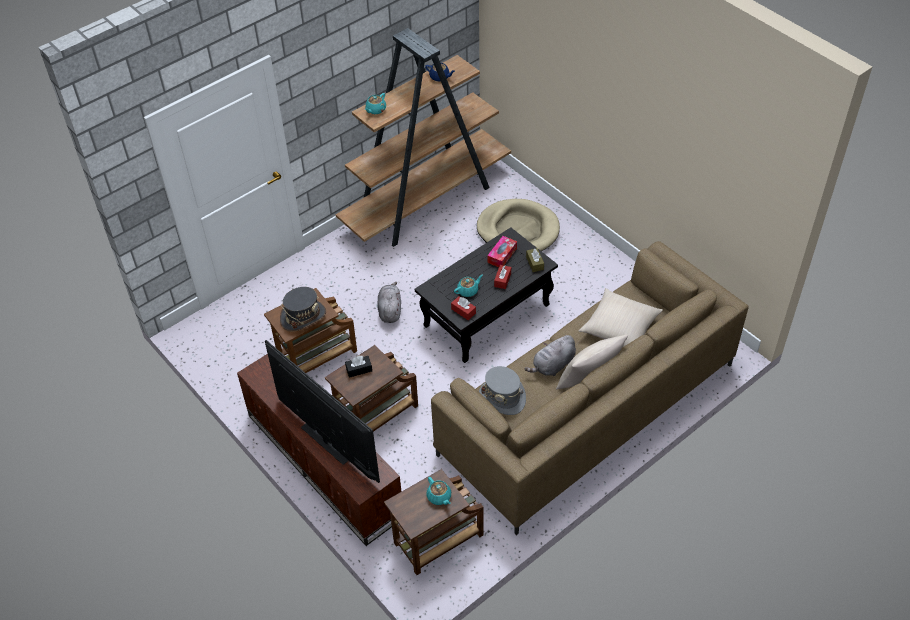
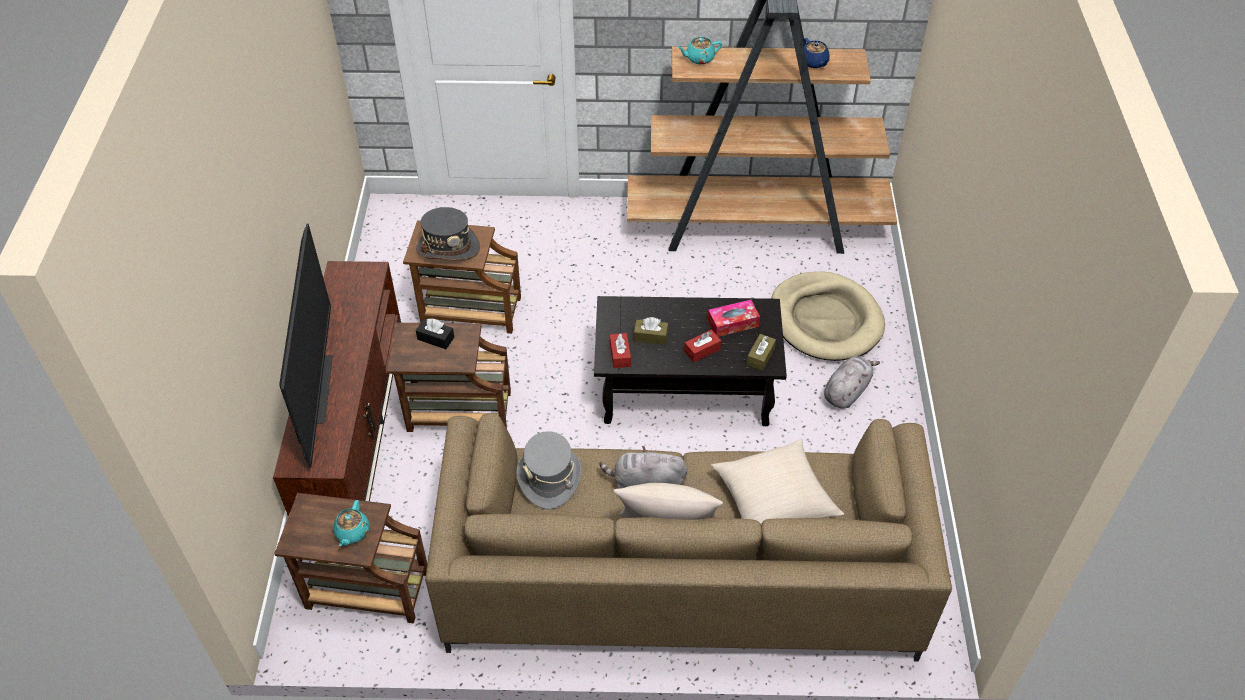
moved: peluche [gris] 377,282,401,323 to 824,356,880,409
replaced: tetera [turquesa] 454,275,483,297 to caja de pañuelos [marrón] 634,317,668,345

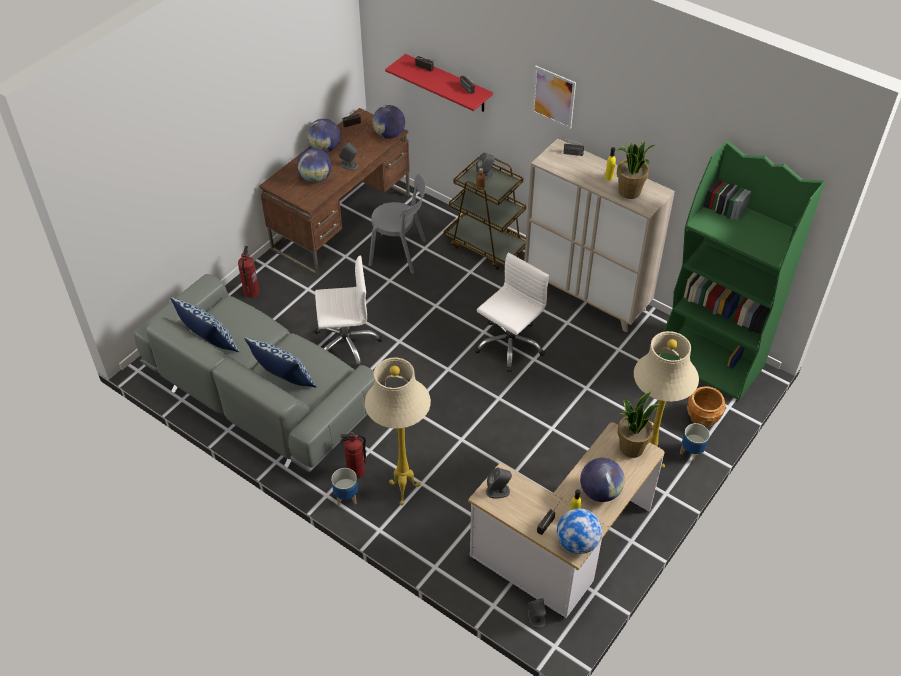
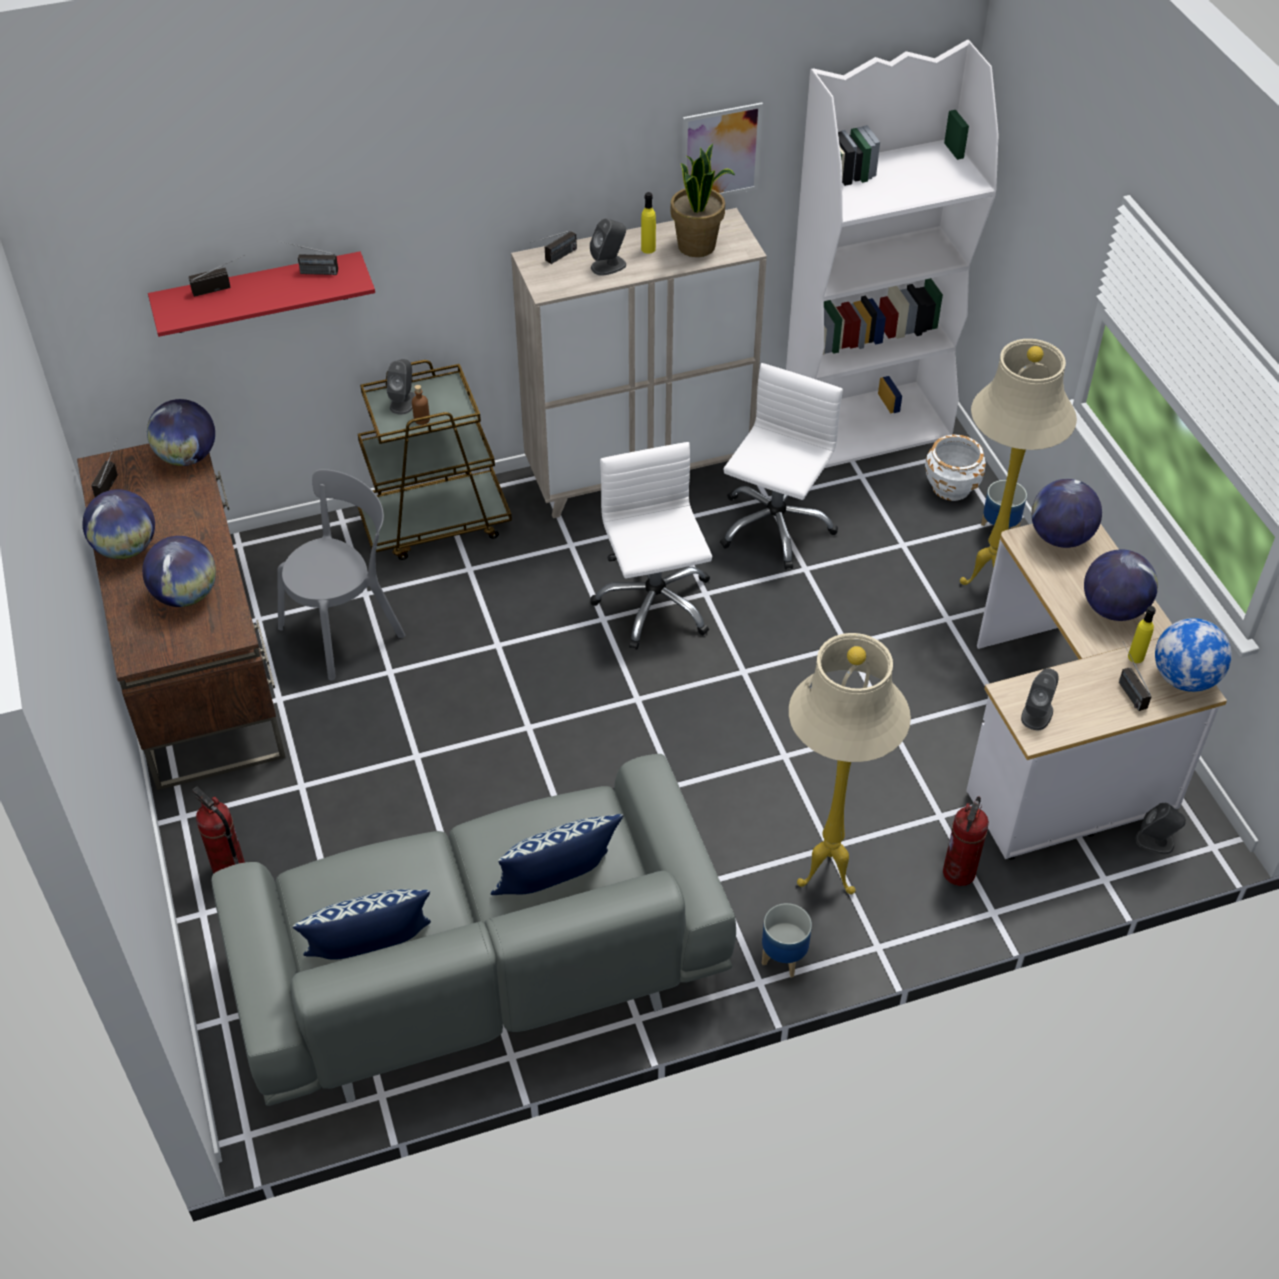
moved: cuadro 532,66,576,129 to 681,103,763,196; altavoz [gris] 339,142,359,170 to 590,218,626,276; silla de oficina [blanco] 314,256,383,367 to 720,363,843,570; extintor 340,432,367,479 to 943,797,989,886
replaced: planta en maceta 618,392,660,458 to globo terráqueo 1031,479,1102,548
recoloured: estantería [verde] 658,140,825,400 to estantería [blanco] 786,40,999,468; maceta [marrón] 687,386,726,427 to maceta [blanco] 925,435,986,501

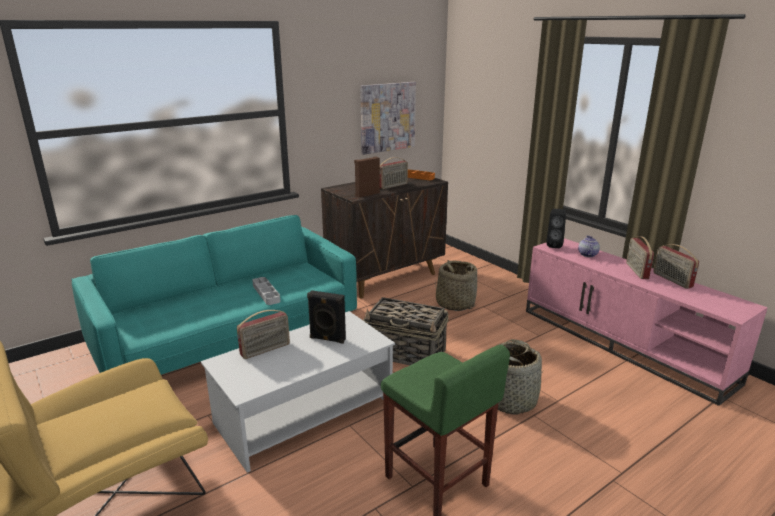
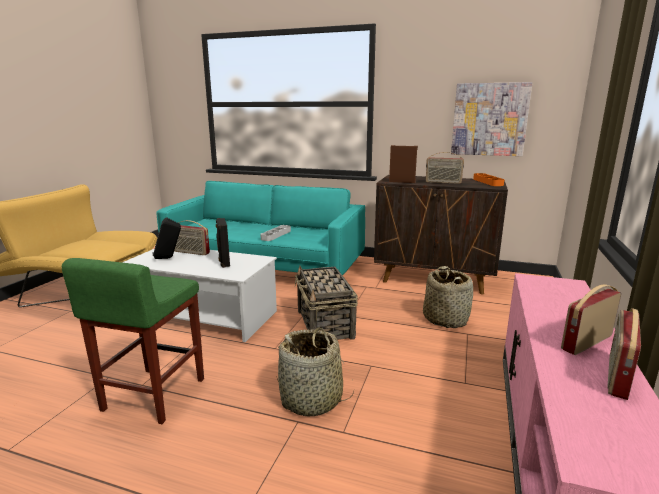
removed: tetera 578,236,600,257
moved: altavoz [negro] 546,209,566,248 to 153,217,181,259

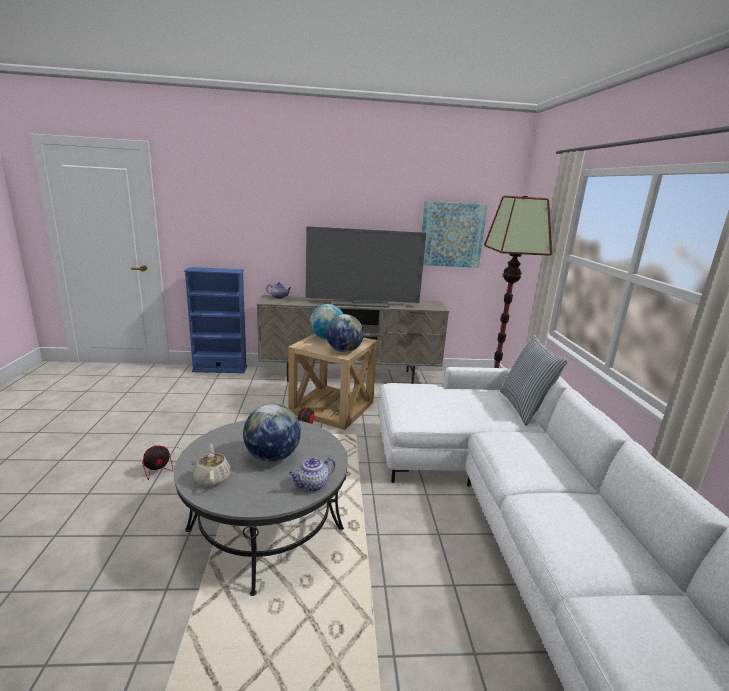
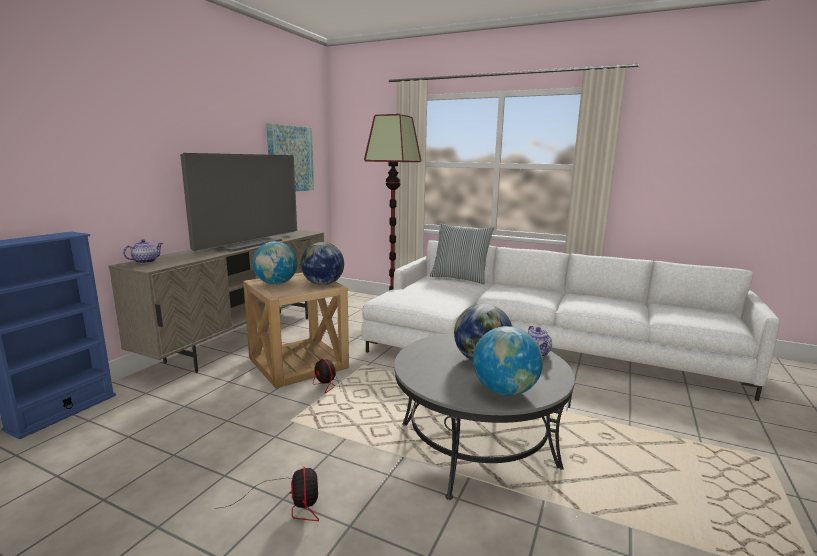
replaced: tetera [beis] 193,444,231,487 to globo terráqueo 473,326,543,396

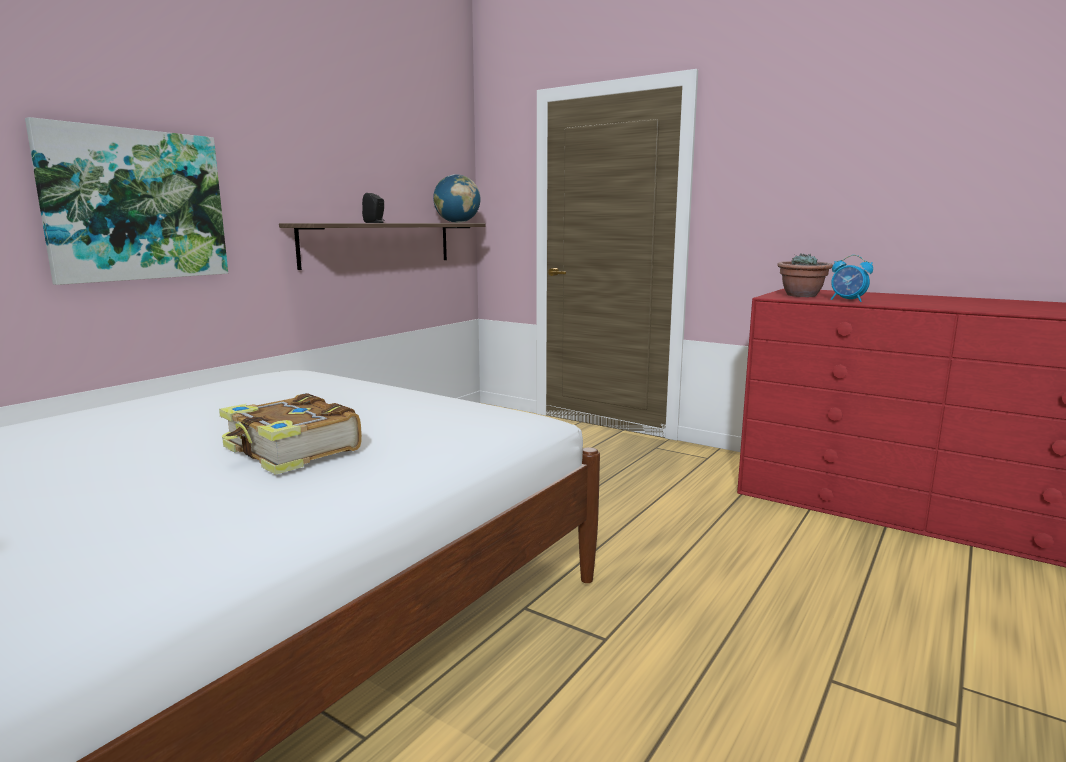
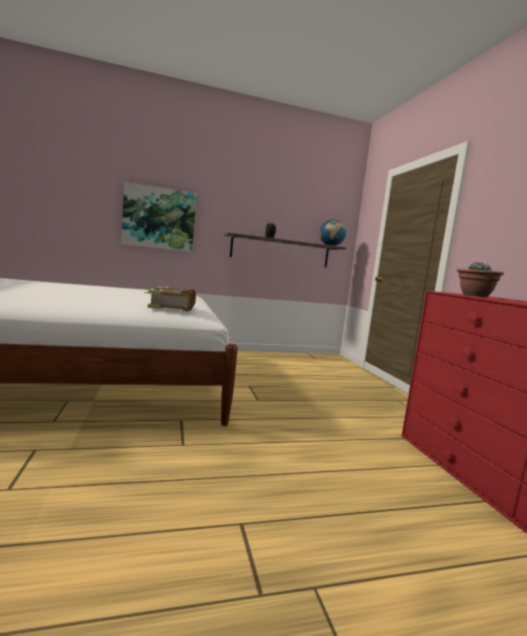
removed: despertador 831,255,873,302
moved: libro 219,393,362,475 to 144,286,196,311

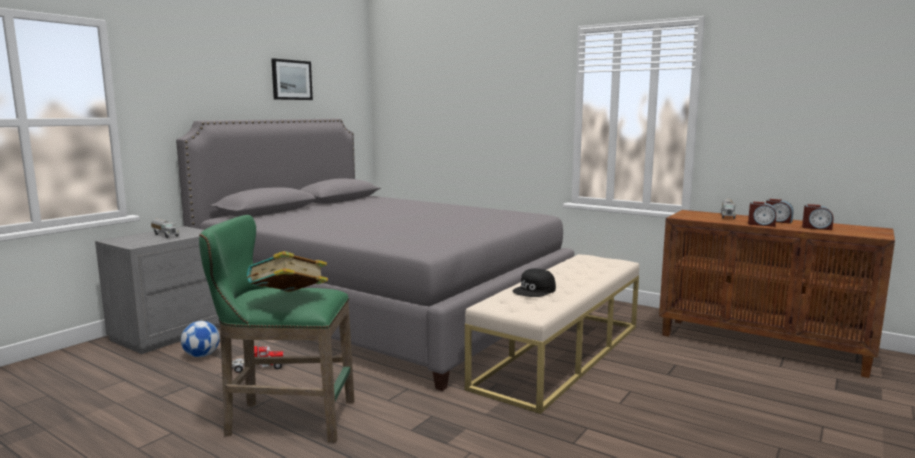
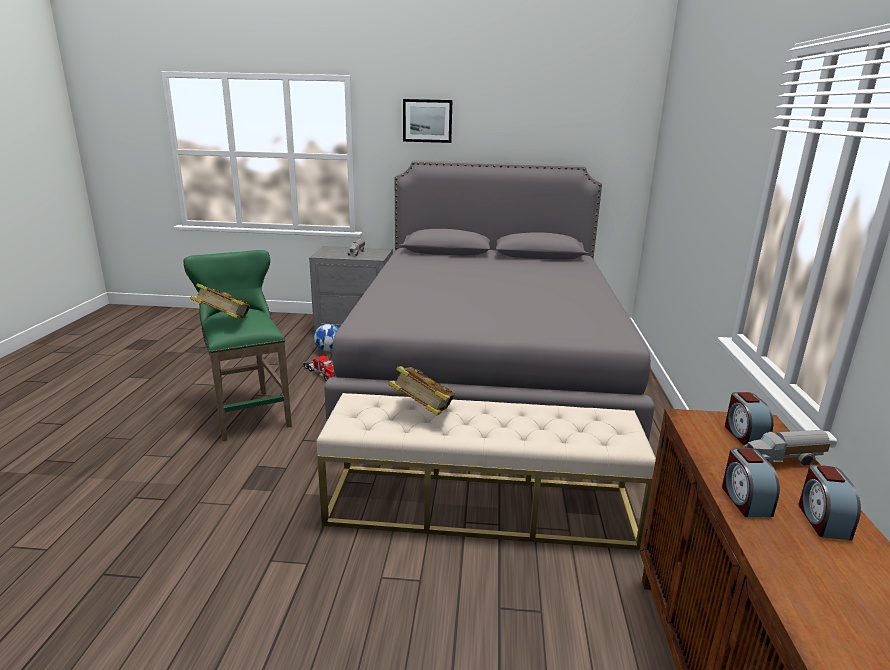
moved: cuadro 271,58,313,100 to 403,99,452,143; despertador 802,204,834,230 to 725,392,773,445
replaced: gorra [negro] 513,268,556,297 to libro 388,366,455,416

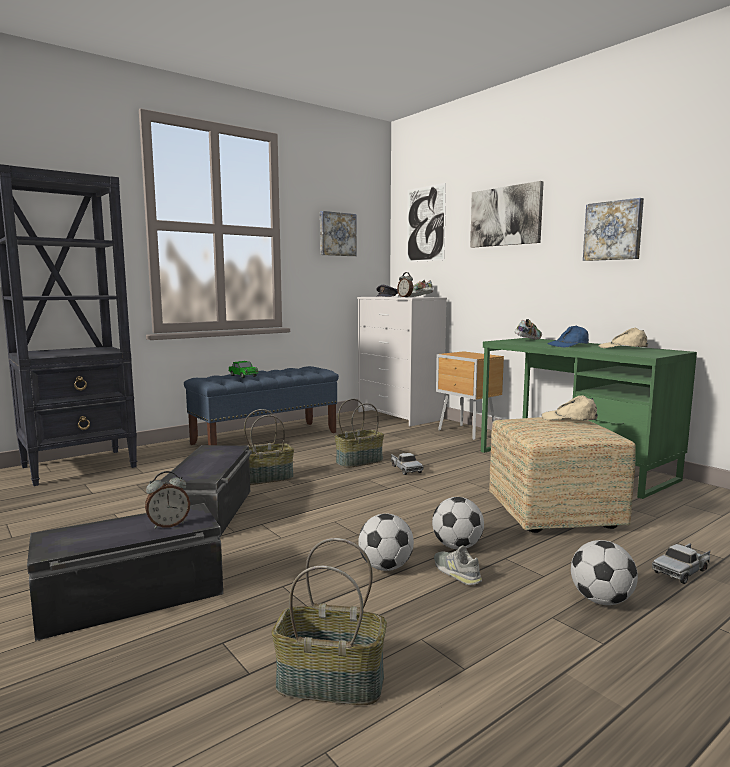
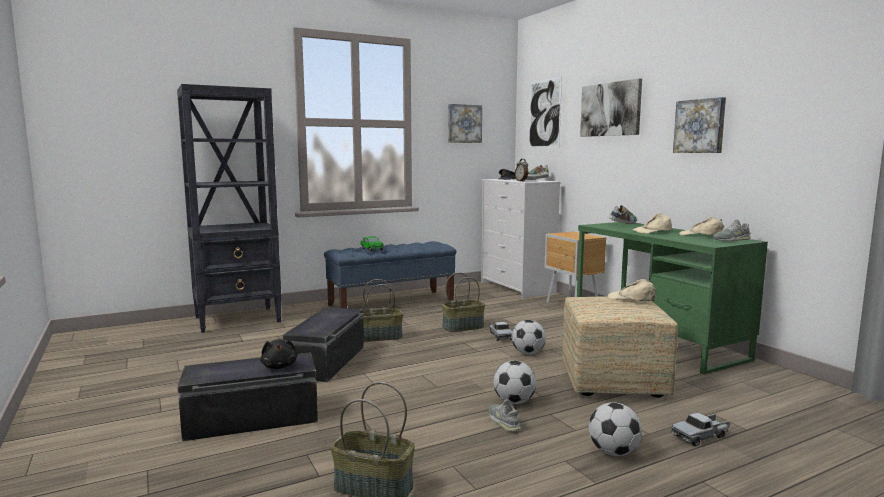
added: zapato [gris] 712,219,751,241
moved: balón de fútbol 358,513,414,571 to 511,320,546,355
replaced: despertador 145,471,190,529 to peluche [negro] 260,339,298,369
recoloured: gorra [azul] 548,326,589,347 to gorra [beis] 633,213,672,234

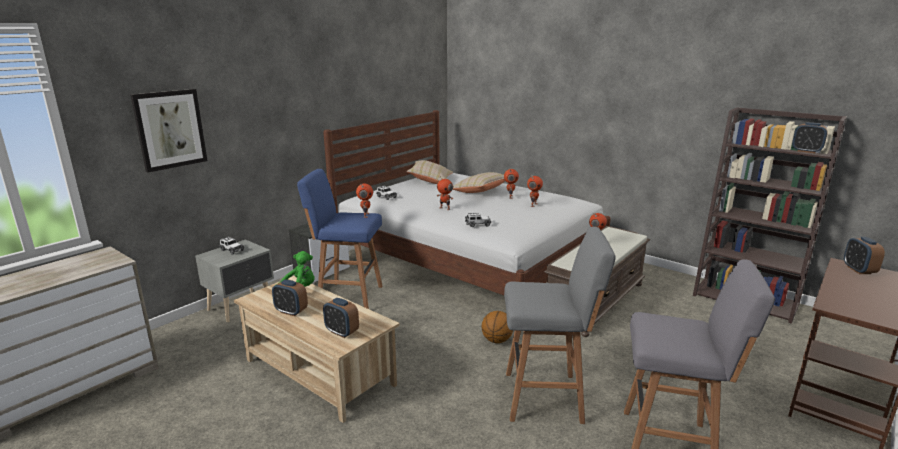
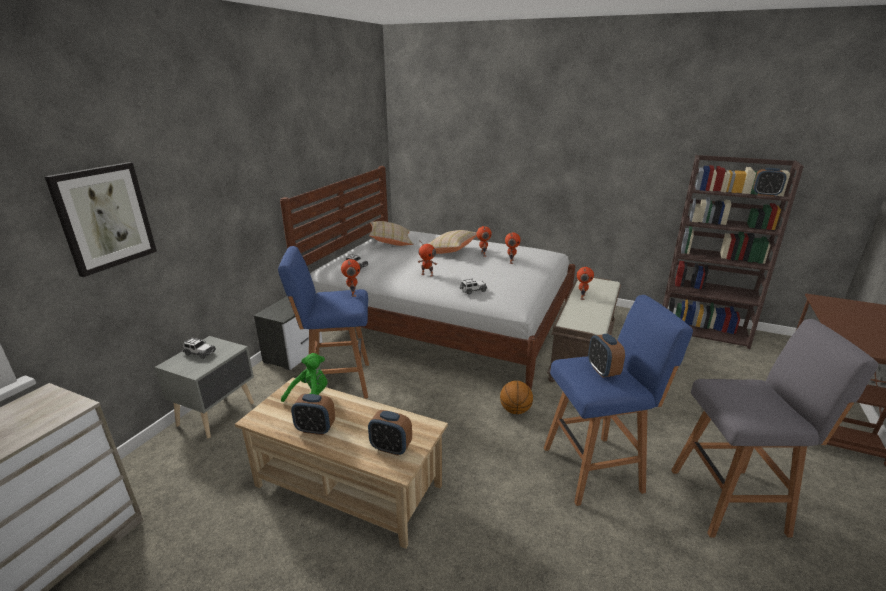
moved: despertador 844,237,885,274 to 588,333,625,378
recoloured: taburete [gris] 504,227,616,424 to taburete [azul] 544,295,693,506

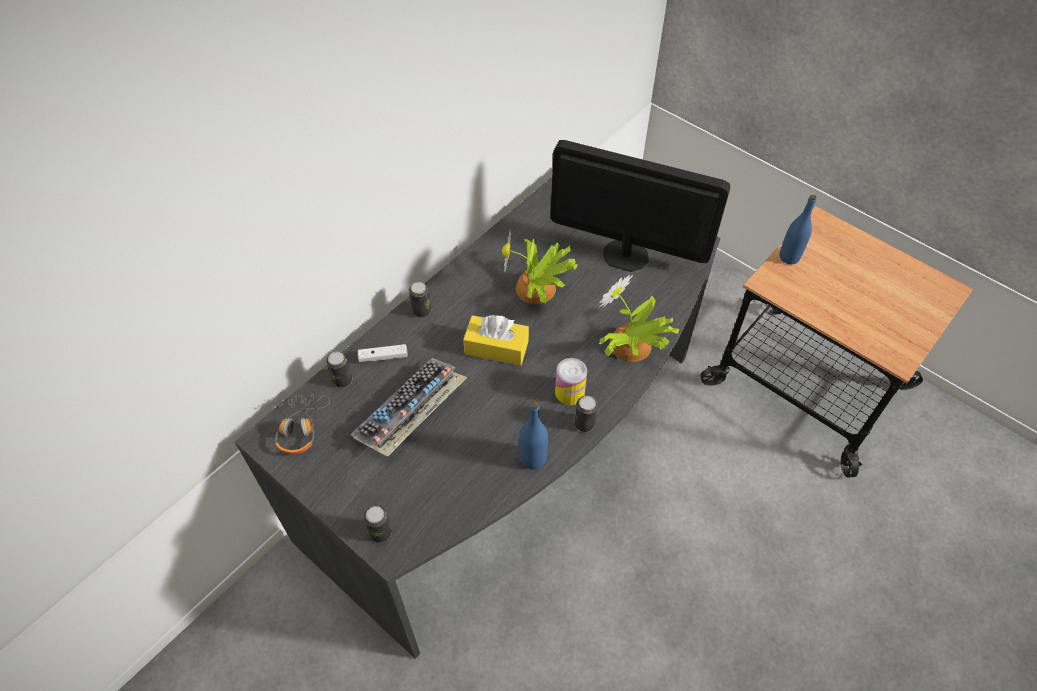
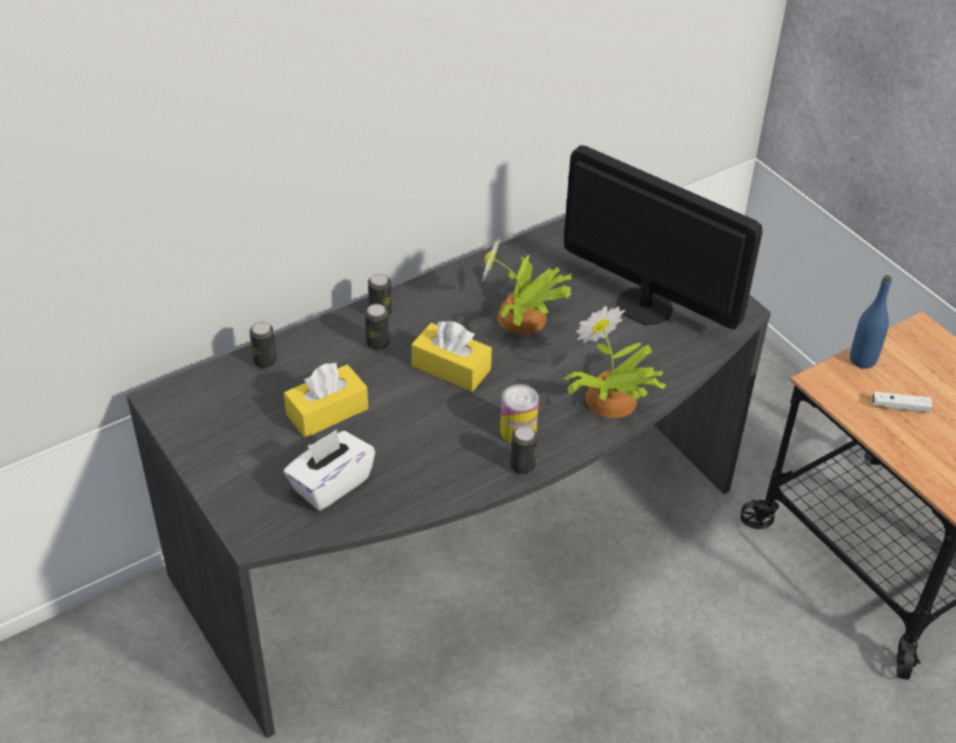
removed: auriculares 272,394,330,454; botella [azul] 519,401,548,470
added: caja de pañuelos [blanco] 284,429,375,511
moved: mando de consola [blanco] 358,344,408,362 to 873,391,932,413; lata 364,505,392,542 to 365,304,389,350
replaced: teclado 351,358,467,457 to caja de pañuelos [amarillo] 284,363,368,438

